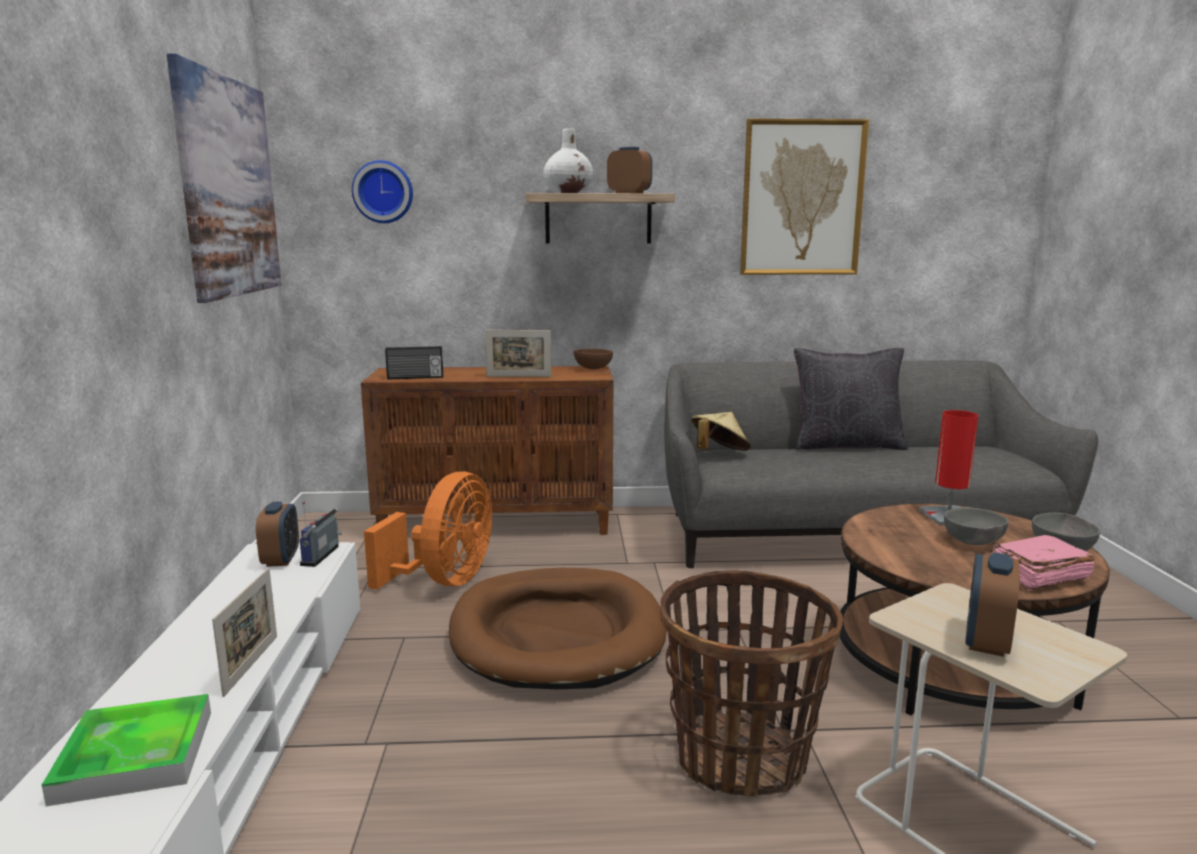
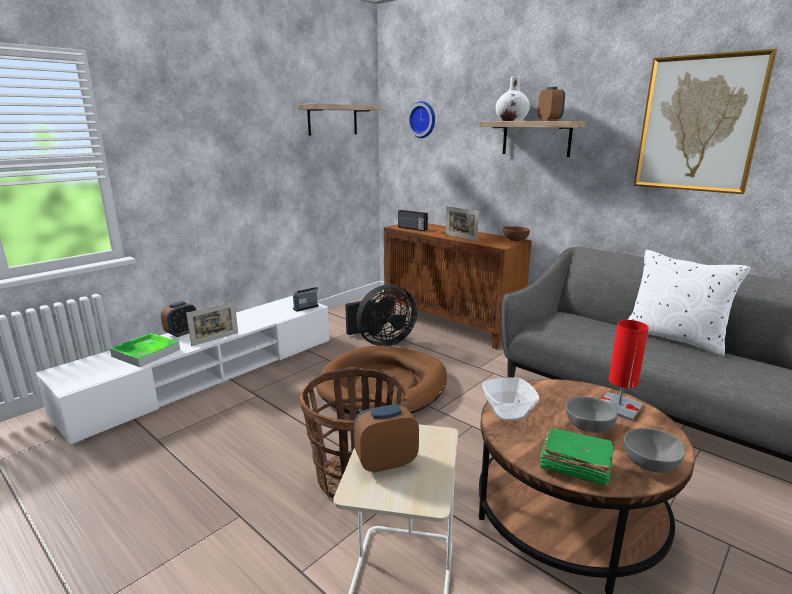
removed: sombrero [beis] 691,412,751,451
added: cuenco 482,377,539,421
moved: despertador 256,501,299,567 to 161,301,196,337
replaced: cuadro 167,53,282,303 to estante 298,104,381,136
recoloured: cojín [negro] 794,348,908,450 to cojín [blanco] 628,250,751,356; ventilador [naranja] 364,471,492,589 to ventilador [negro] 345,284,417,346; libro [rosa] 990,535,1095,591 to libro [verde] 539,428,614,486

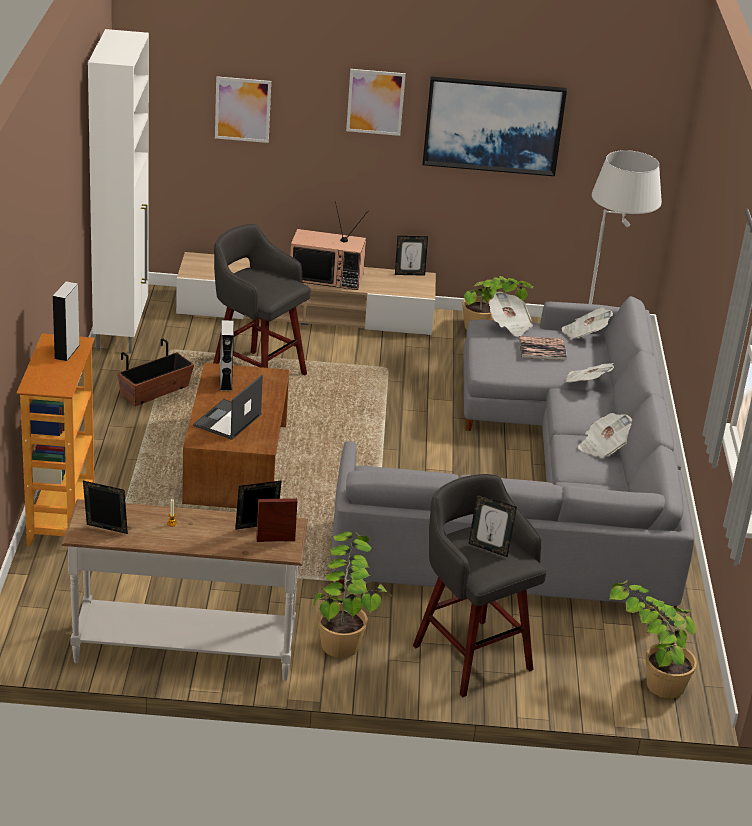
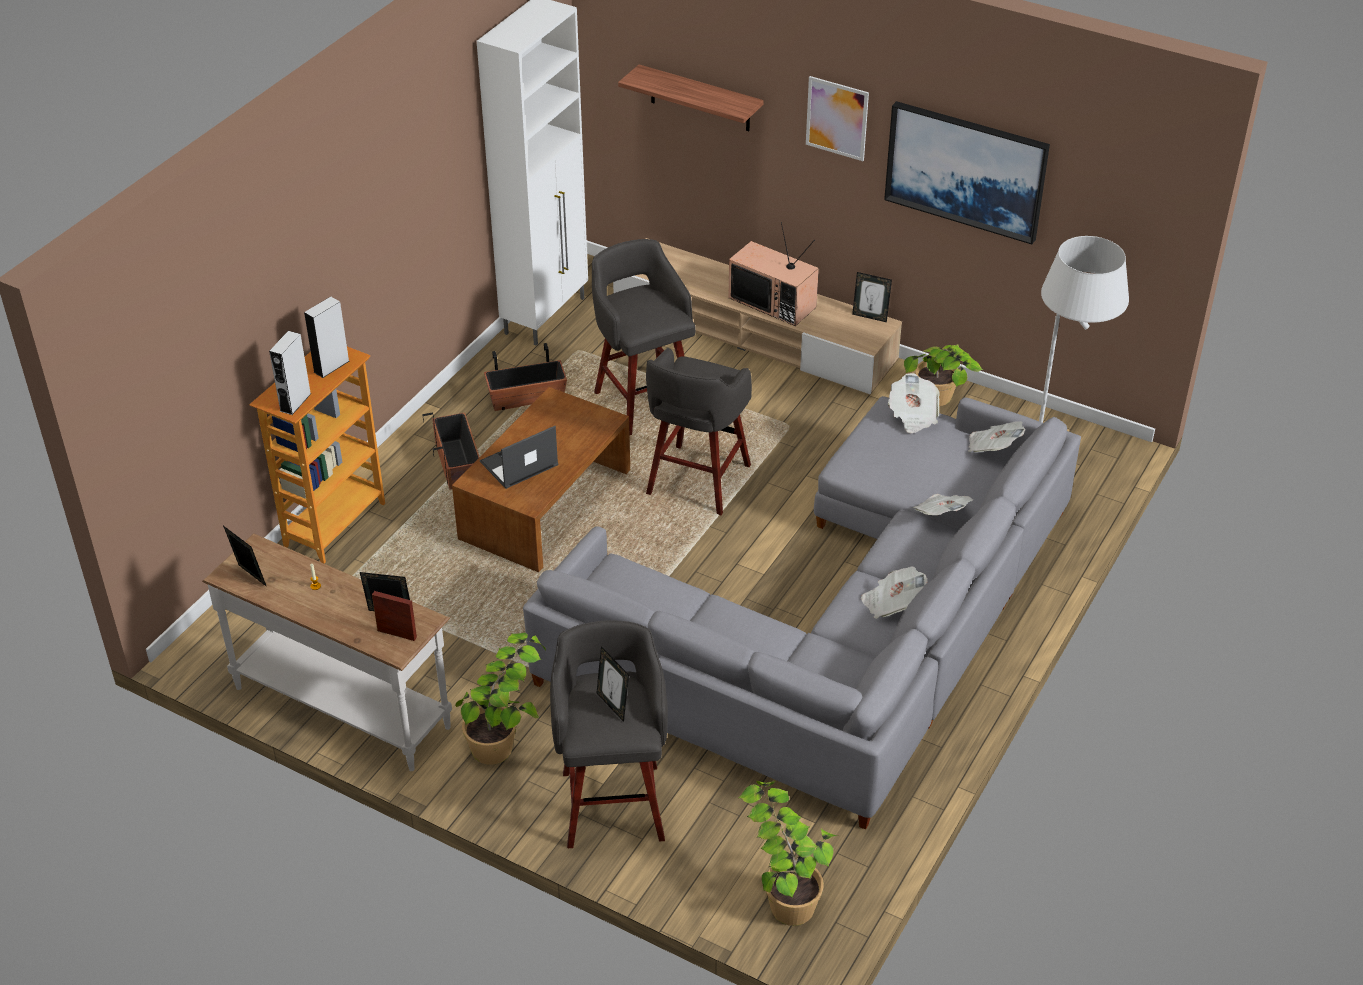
removed: libro 519,336,567,361
added: taburete [gris] 646,348,752,515; maceta 423,413,479,490
moved: altavoz [gris] 220,320,234,391 to 269,331,311,415
replaced: cuadro 215,76,271,143 to estante 618,64,764,131

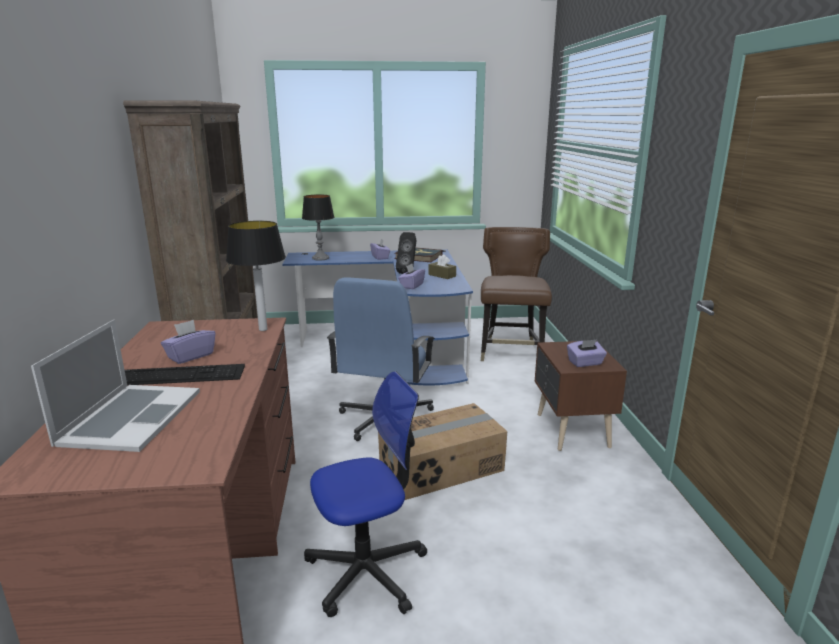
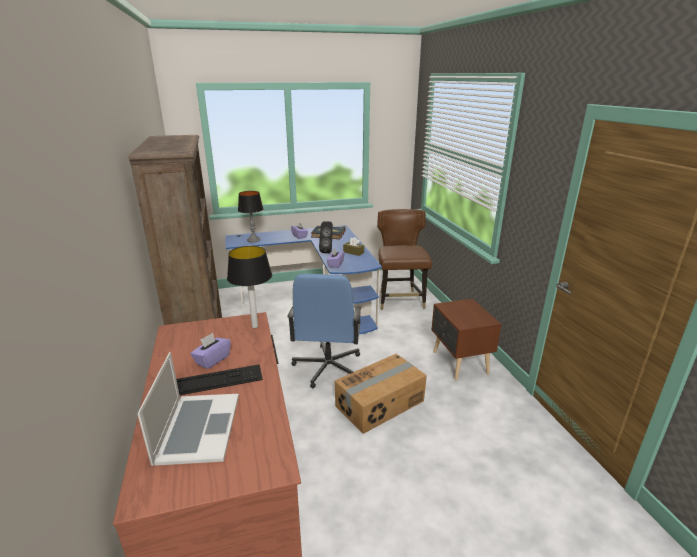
removed: caja de pañuelos [morado] 567,340,607,367; silla de oficina 304,371,427,617

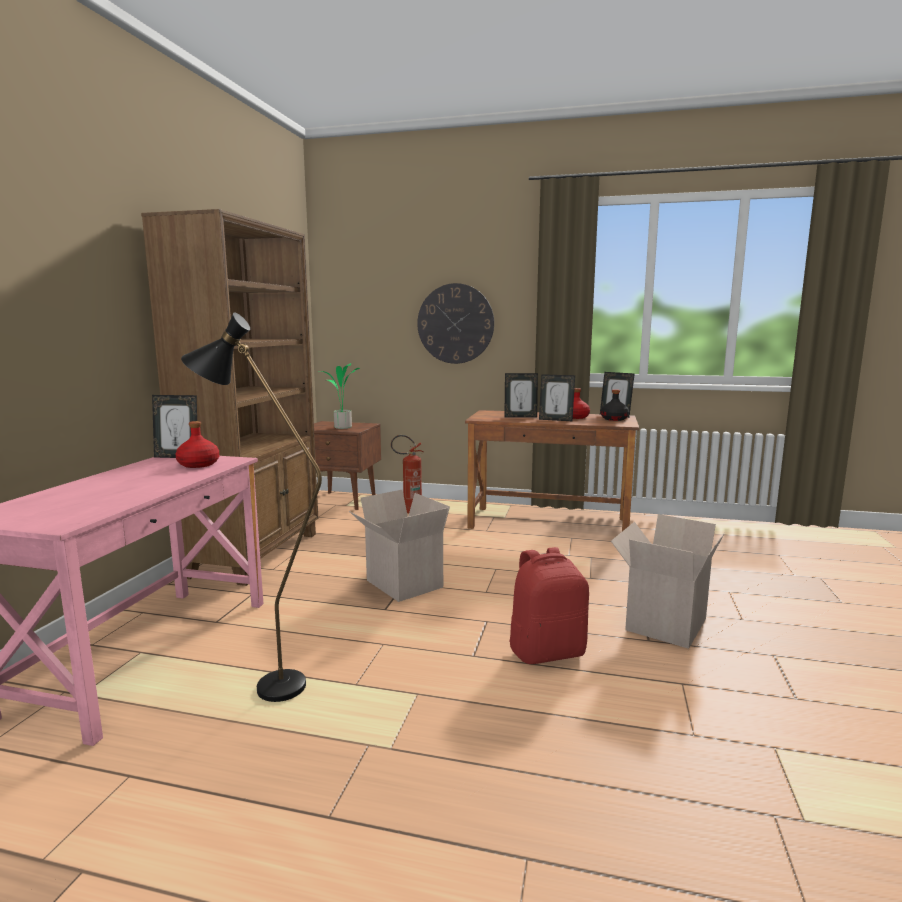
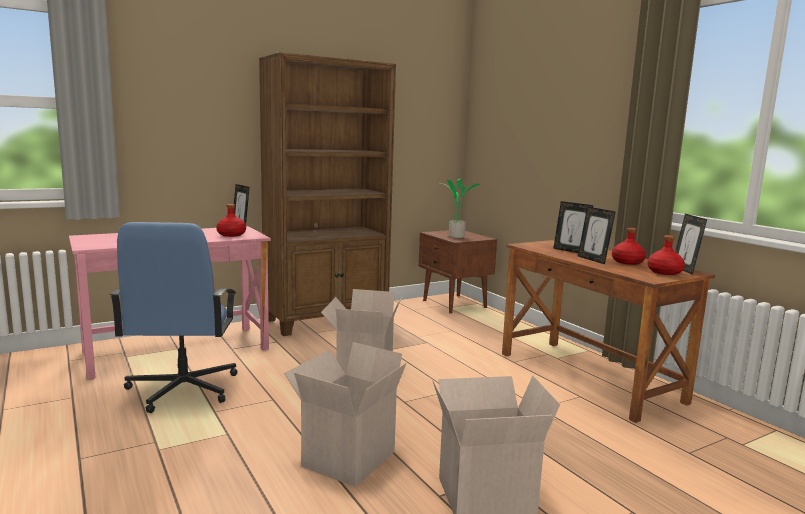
removed: reloj de pared 417,283,494,364; extintor 391,435,424,513
replaced: lámpara de pie [negro] 181,312,322,702 to silla de oficina [azul] 110,222,237,413; mochila [rojo] 509,547,589,664 to caja de cartón 284,342,406,487
recoloured: botella [negro] 601,389,629,421 to botella [rojo] 647,235,685,275

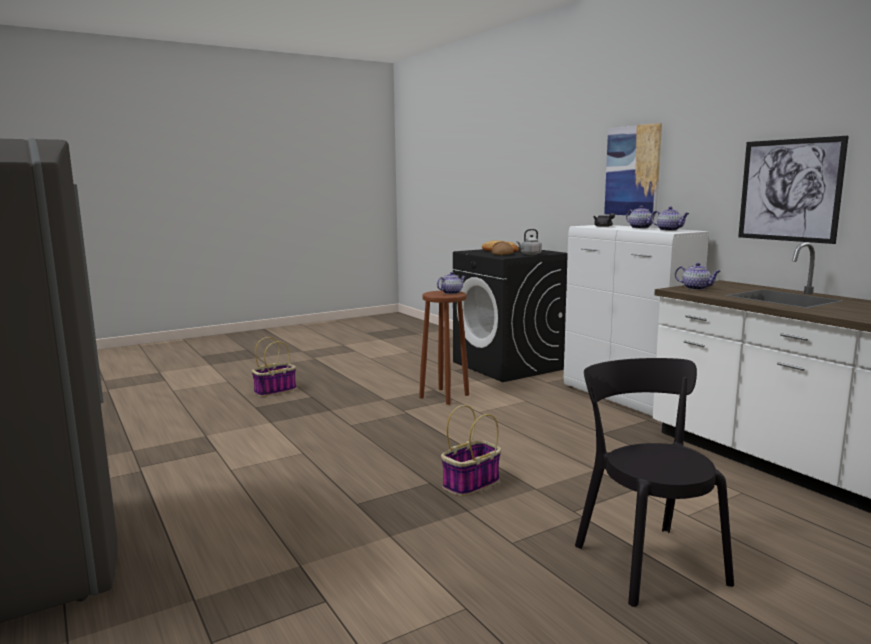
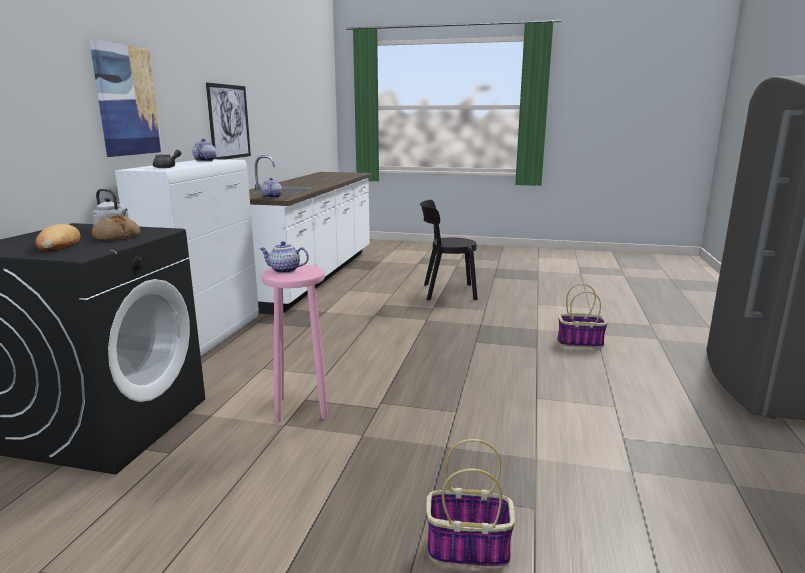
removed: tetera 626,206,657,229
moved: cesta 441,405,501,496 to 557,284,608,348
recoloured: taburete [marrón] 419,291,469,405 to taburete [rosa] 261,265,328,423
turned: silla [negro] 575,358,734,607 = 420,200,478,301 60 degrees clockwise

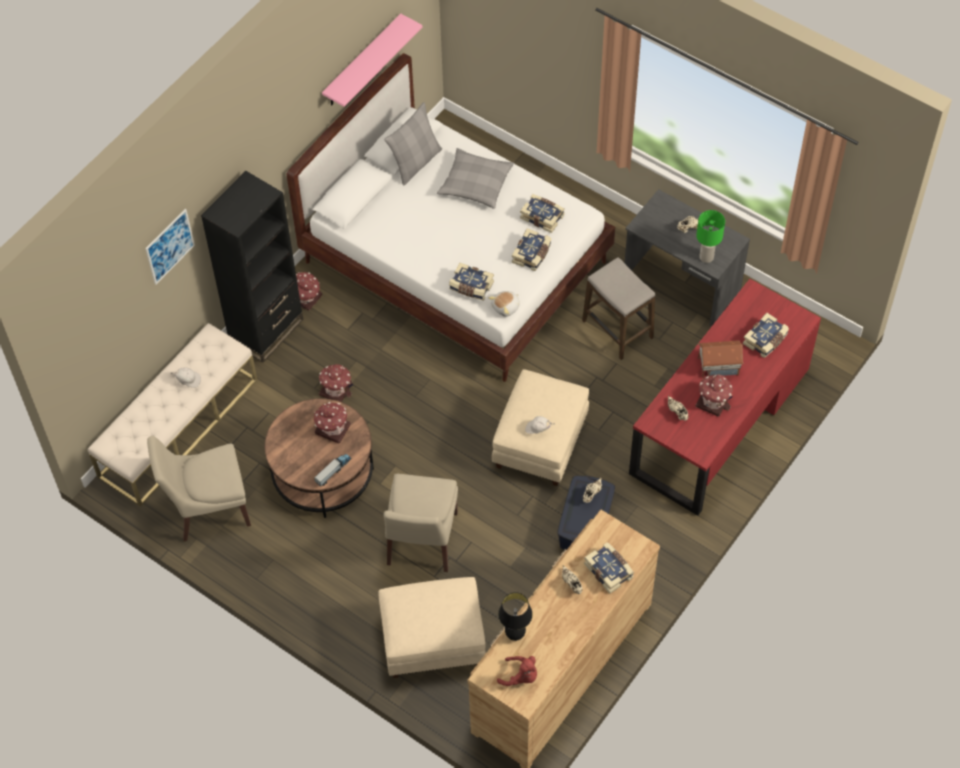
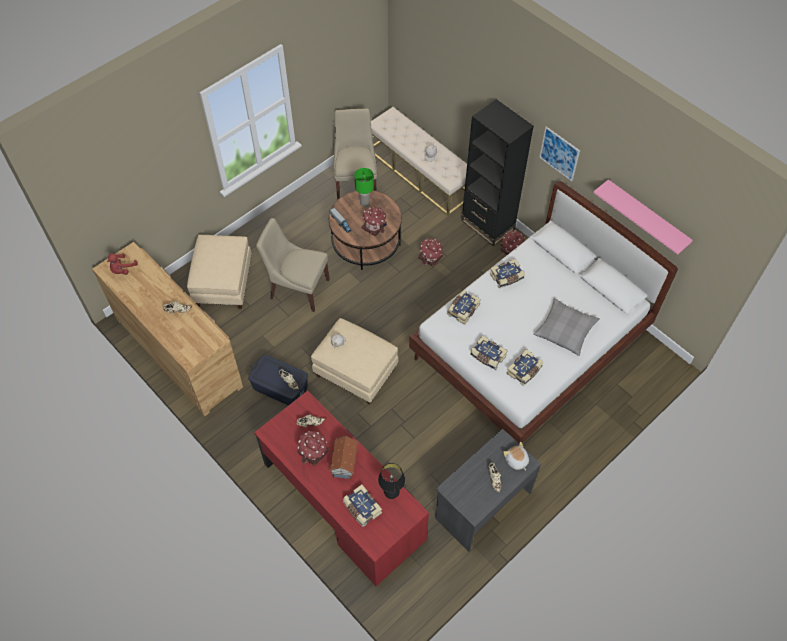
removed: cojín [gris] 384,102,442,186; taburete 582,257,655,360
moved: cuadro 145,209,195,285 to 539,127,580,181; lámpara de mesa [verde] 696,210,725,263 to 354,168,374,207; peluche 488,291,520,317 to 503,442,529,470; libro 584,543,634,594 to 490,259,525,288; lámpara de mesa [negro] 498,592,533,641 to 378,463,405,499

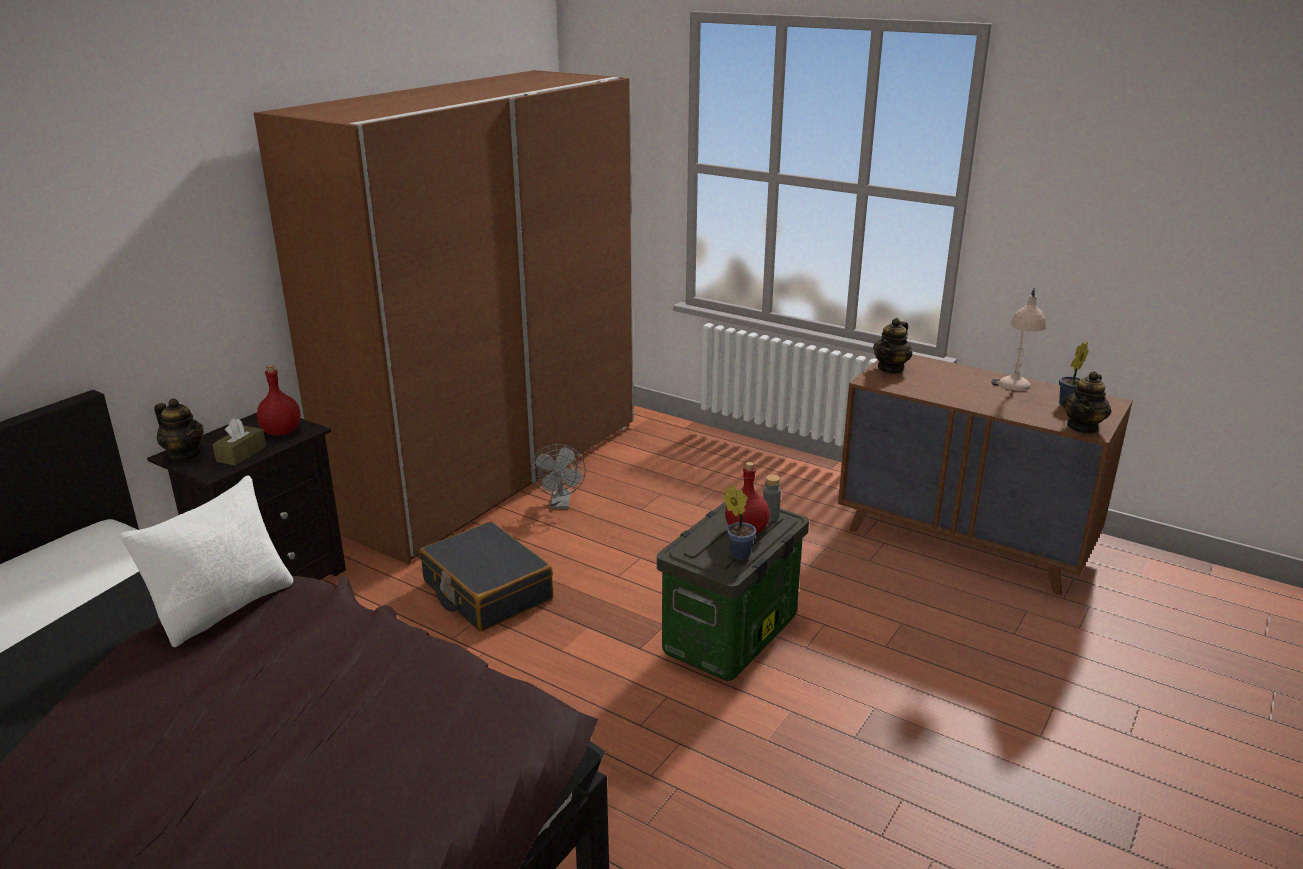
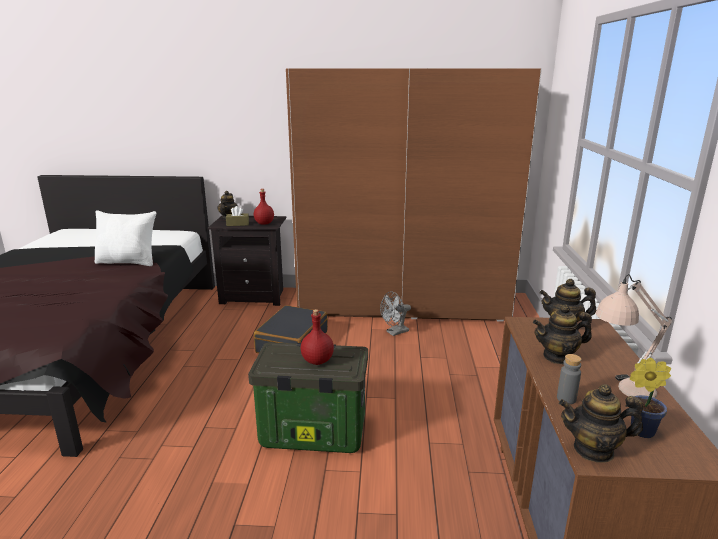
removed: planta en maceta 723,484,756,560
added: tetera 533,305,592,364
moved: botella [gris] 763,474,781,521 to 557,354,582,404

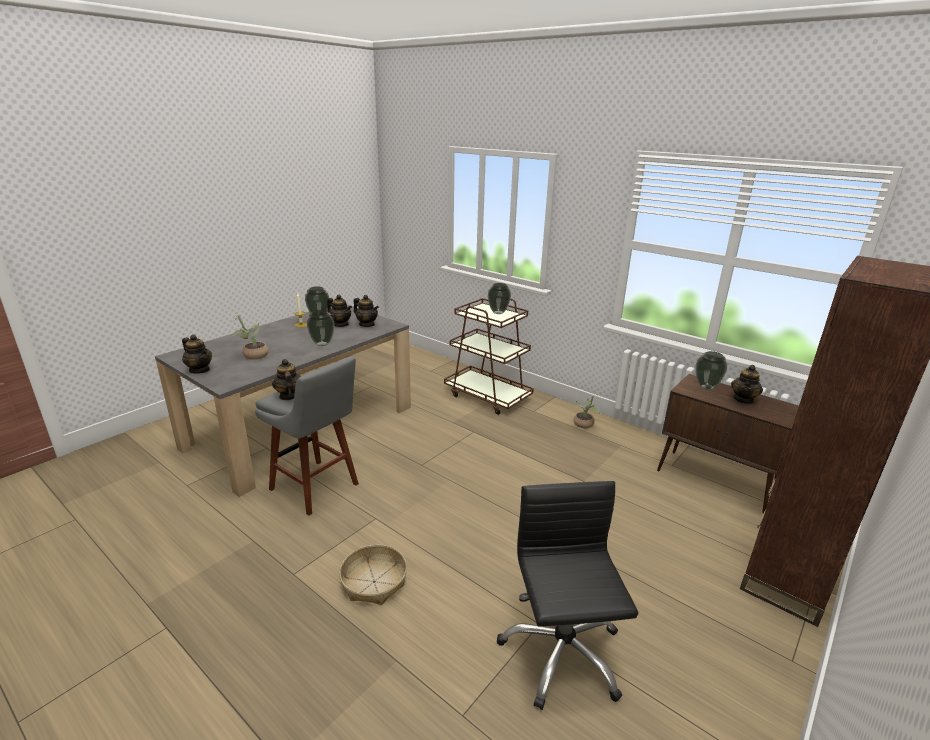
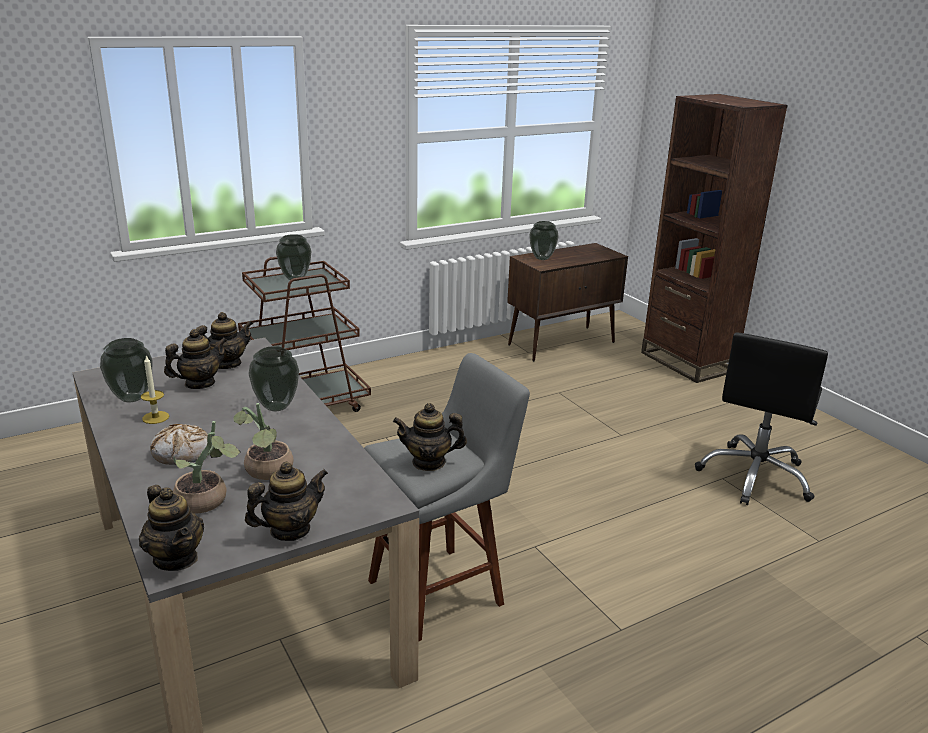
removed: cesta 339,545,407,605
added: pan 150,424,208,465
moved: tetera 731,365,763,405 to 139,485,204,571; planta en maceta 574,396,600,428 to 173,421,241,514
turned: silla de oficina [negro] 497,481,638,710 = 695,332,828,505 75 degrees counterclockwise

